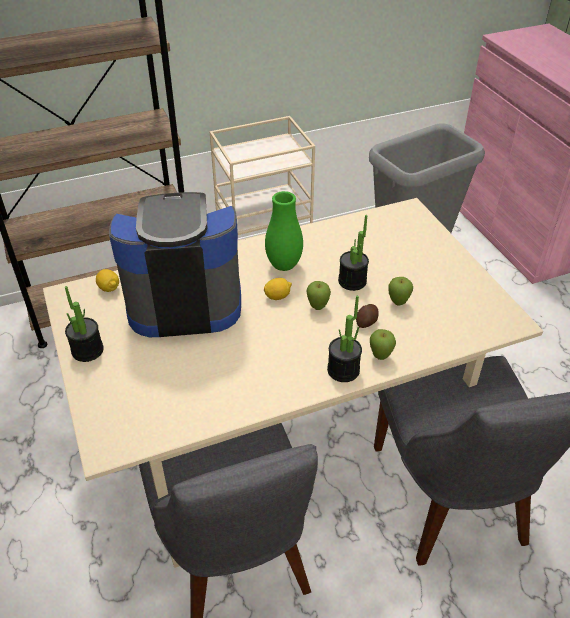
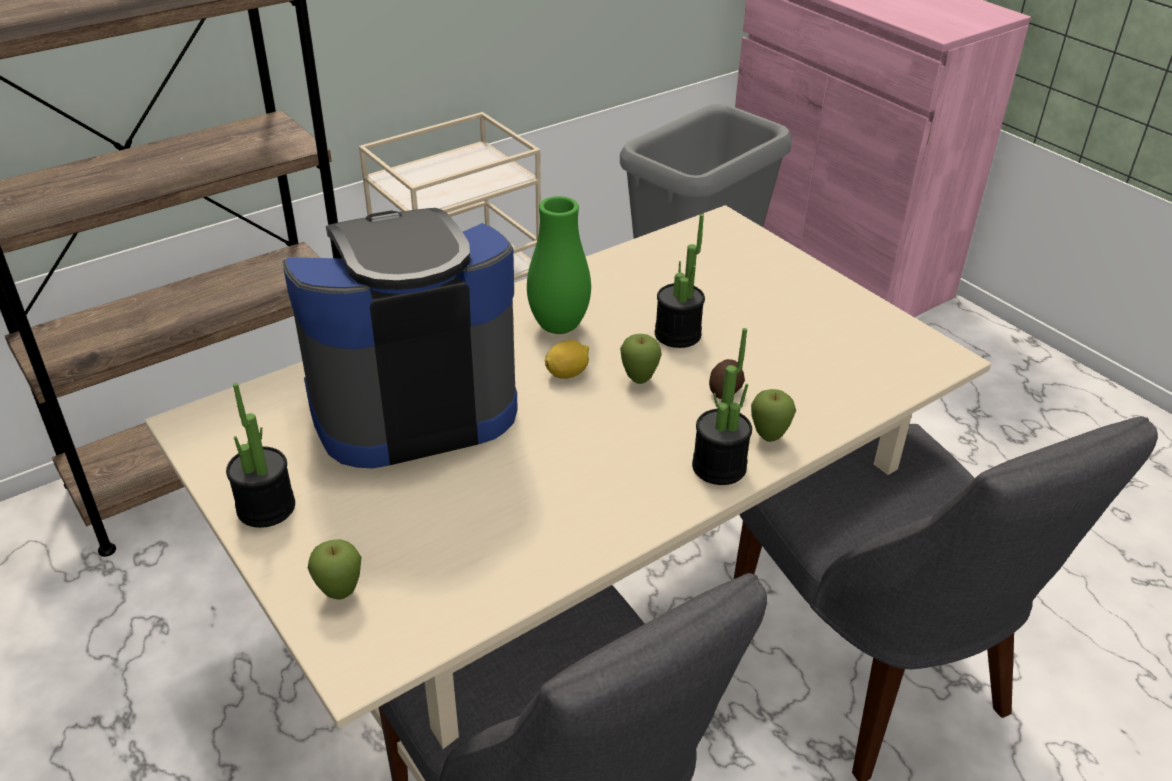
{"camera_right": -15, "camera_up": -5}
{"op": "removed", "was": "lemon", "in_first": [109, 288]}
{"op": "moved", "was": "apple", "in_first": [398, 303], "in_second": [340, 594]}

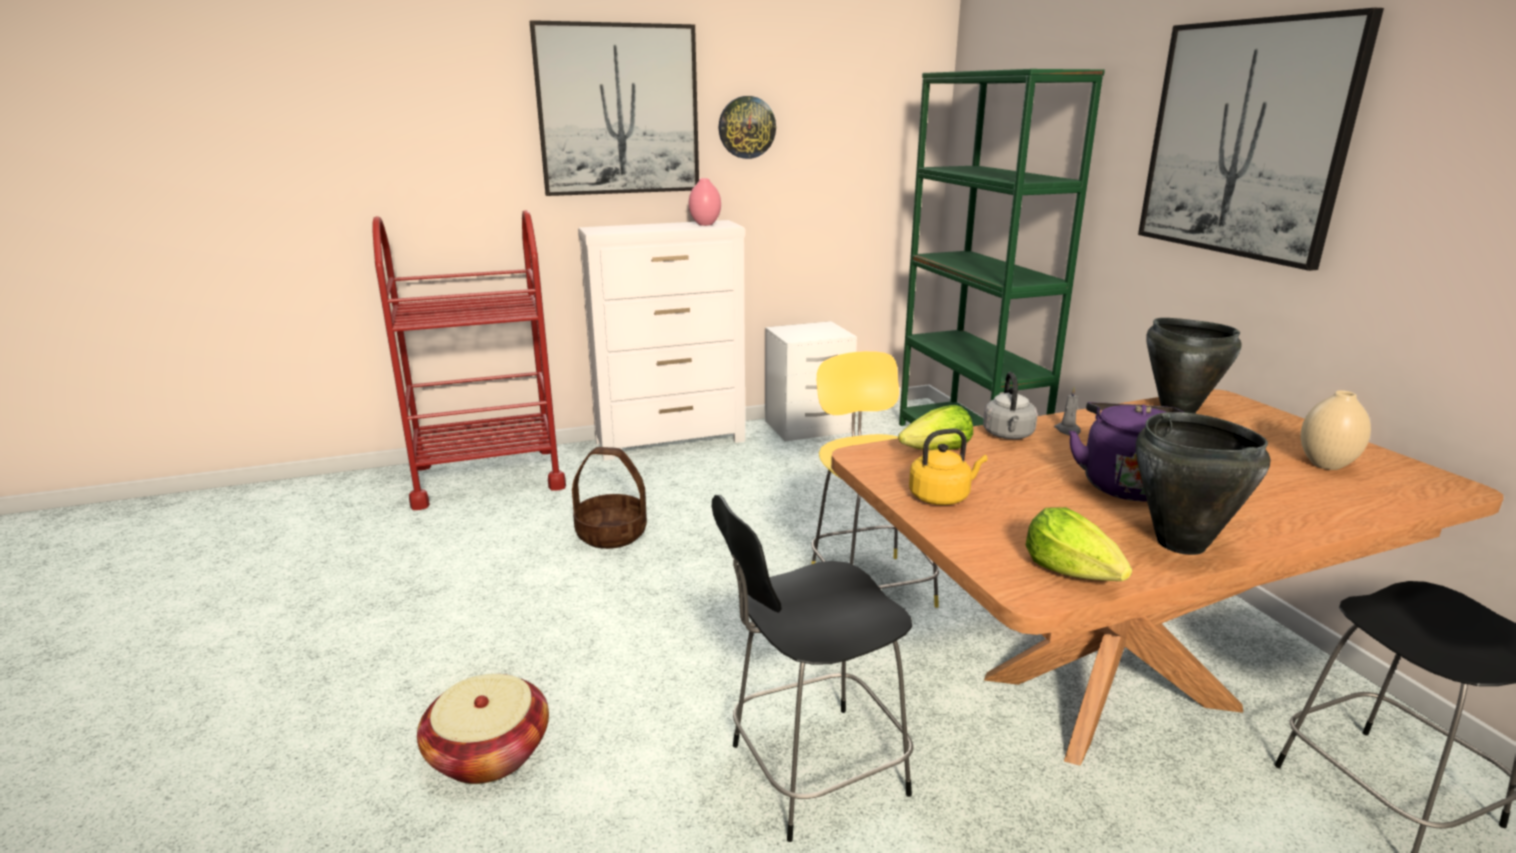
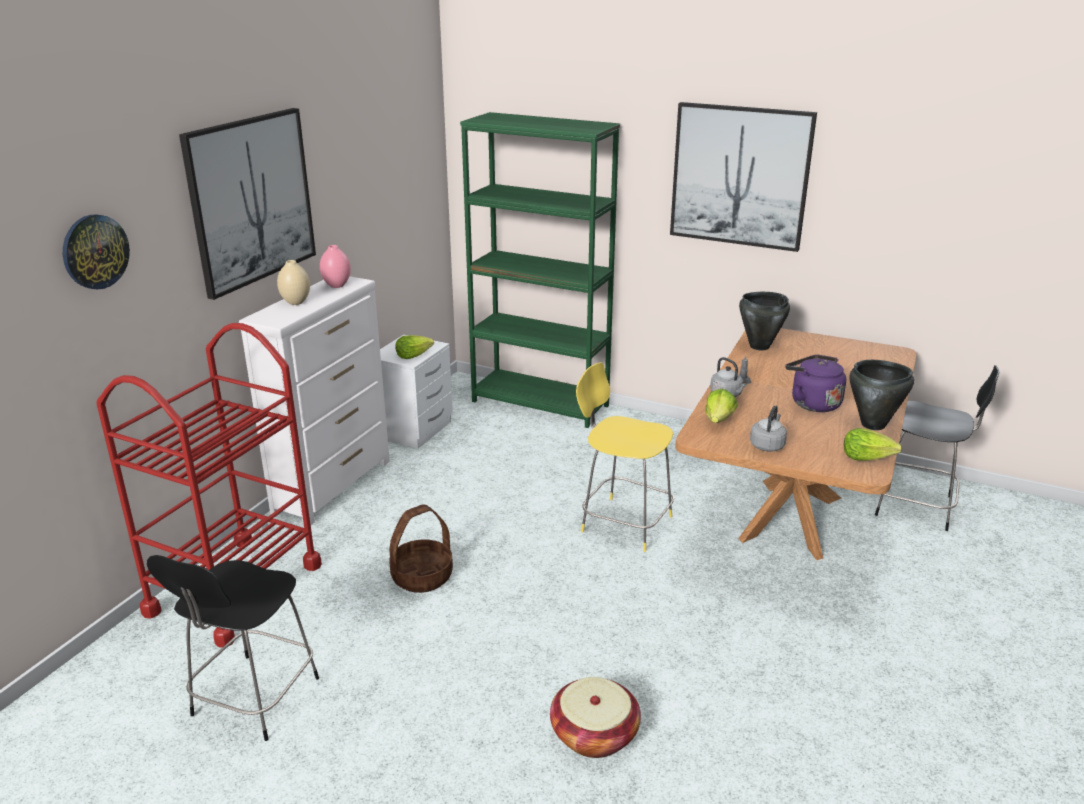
{"camera_right": -45, "camera_up": 5}
{"op": "added", "now": "lettuce", "in_second": [413, 355]}
{"op": "moved", "was": "black stool", "in_first": [812, 771], "in_second": [253, 699]}
{"op": "moved", "was": "wall clock", "in_first": [746, 127], "in_second": [95, 251]}
{"op": "moved", "was": "beige vase", "in_first": [1325, 464], "in_second": [296, 302]}
{"op": "recoloured", "was": "yellow kettle", "now": "grey kettle", "in_first": [942, 497], "in_second": [767, 445]}

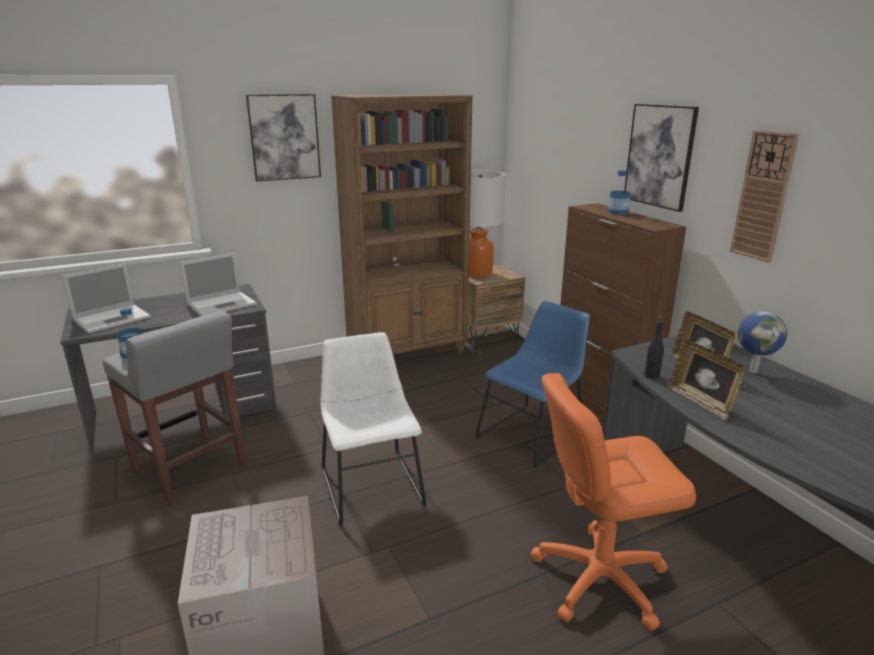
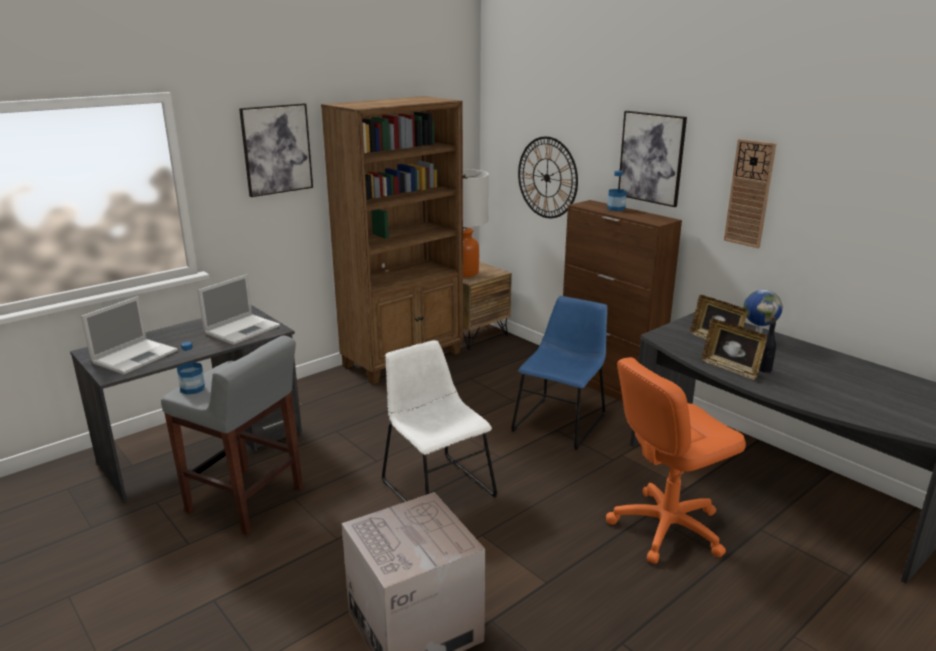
{"camera_right": -15, "camera_up": 0}
{"op": "added", "now": "wall clock", "in_second": [547, 177]}
{"op": "moved", "was": "black bottle", "in_first": [651, 376], "in_second": [764, 370]}

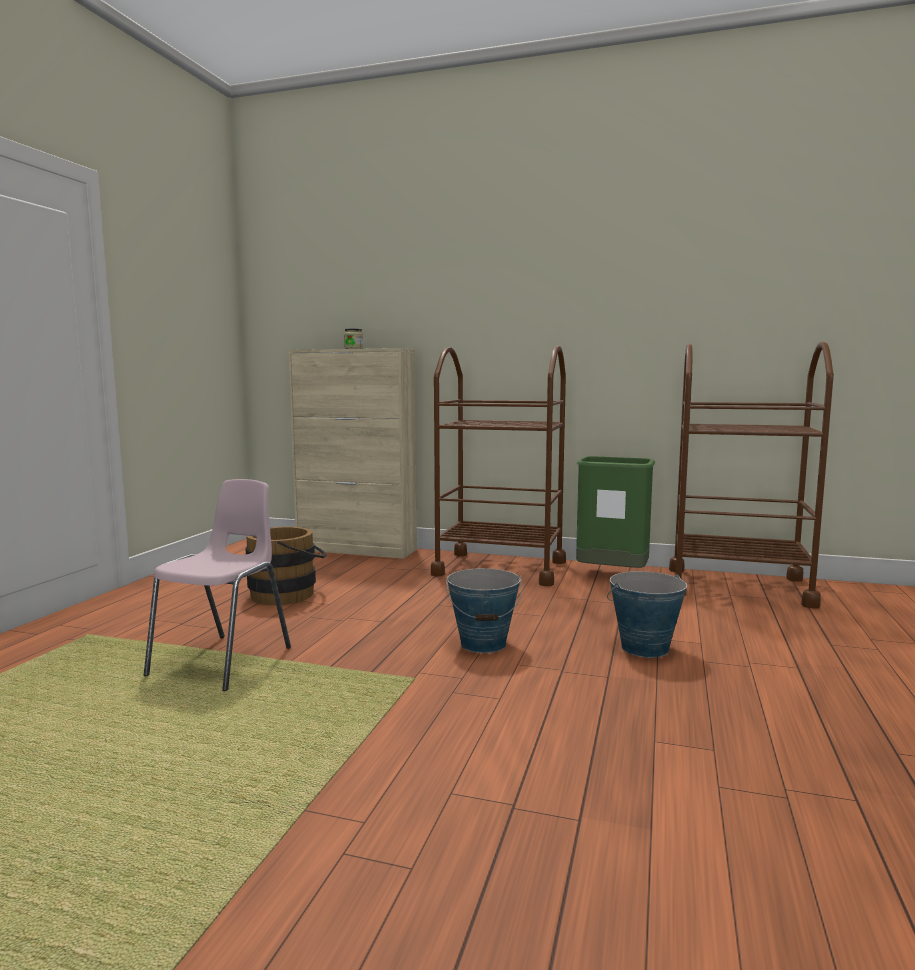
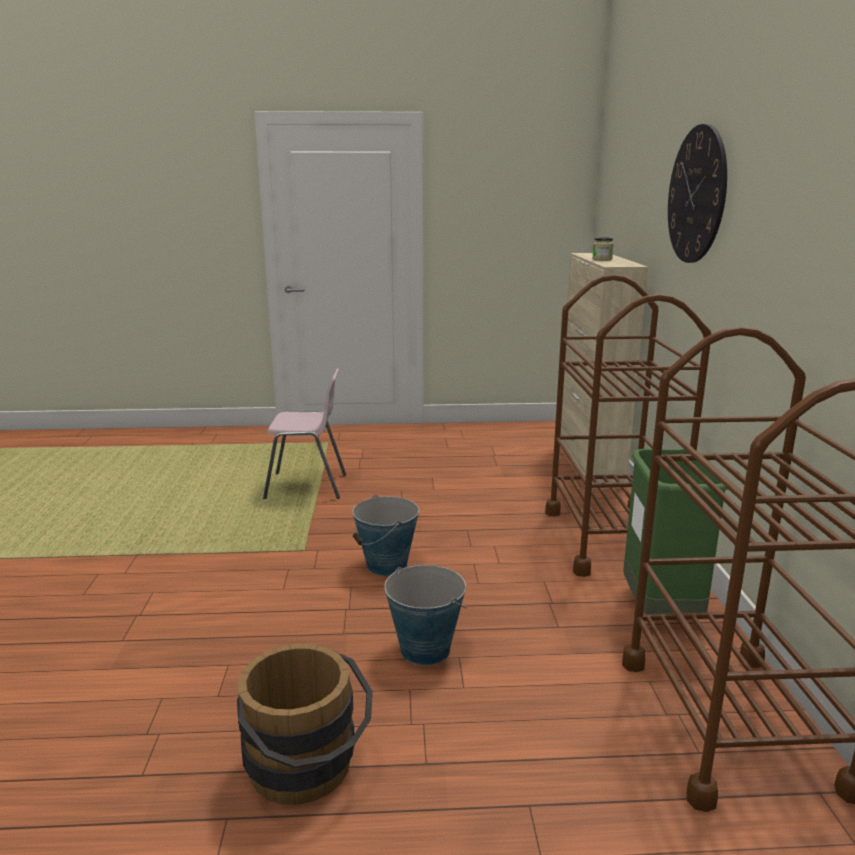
{"camera_right": 70, "camera_up": 10}
{"op": "added", "now": "wall clock", "in_second": [696, 195]}
{"op": "moved", "was": "brown bucket", "in_first": [289, 594], "in_second": [307, 770]}

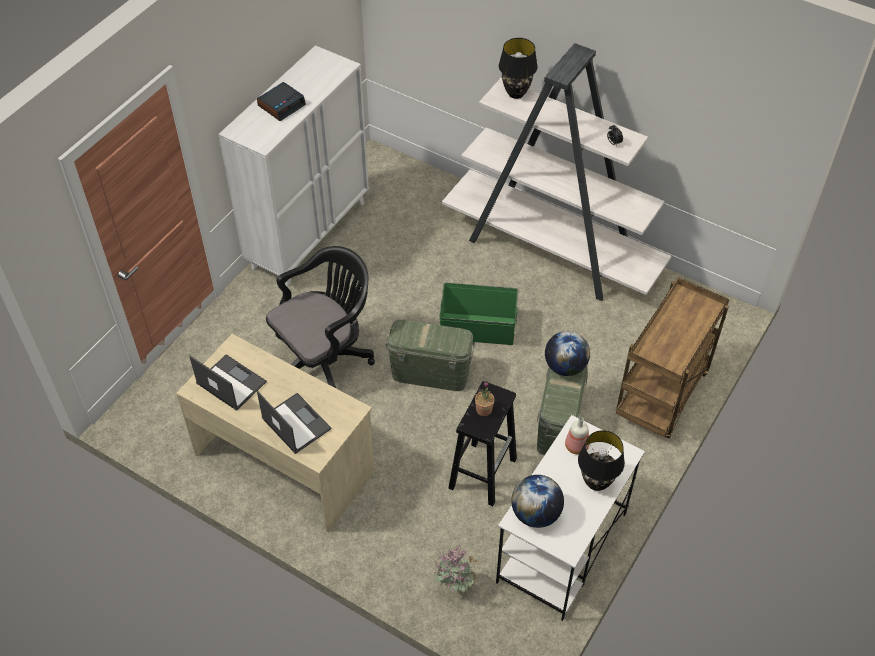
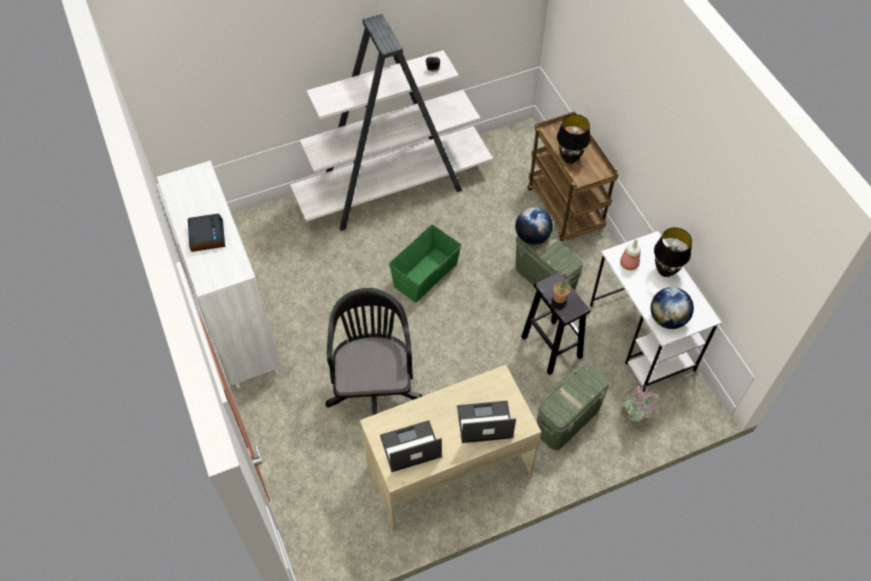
{"camera_right": -55, "camera_up": 5}
{"op": "moved", "was": "green storage box", "in_first": [430, 373], "in_second": [567, 420]}
{"op": "moved", "was": "black table lamp", "in_first": [516, 93], "in_second": [569, 158]}

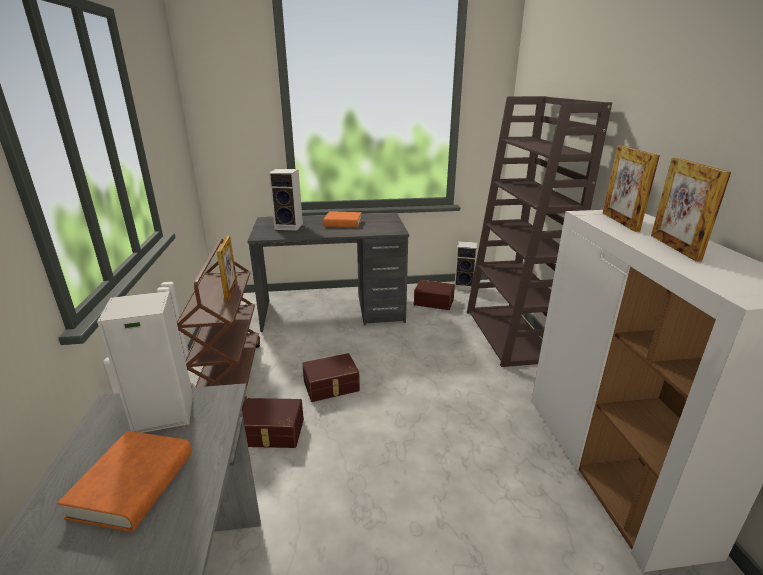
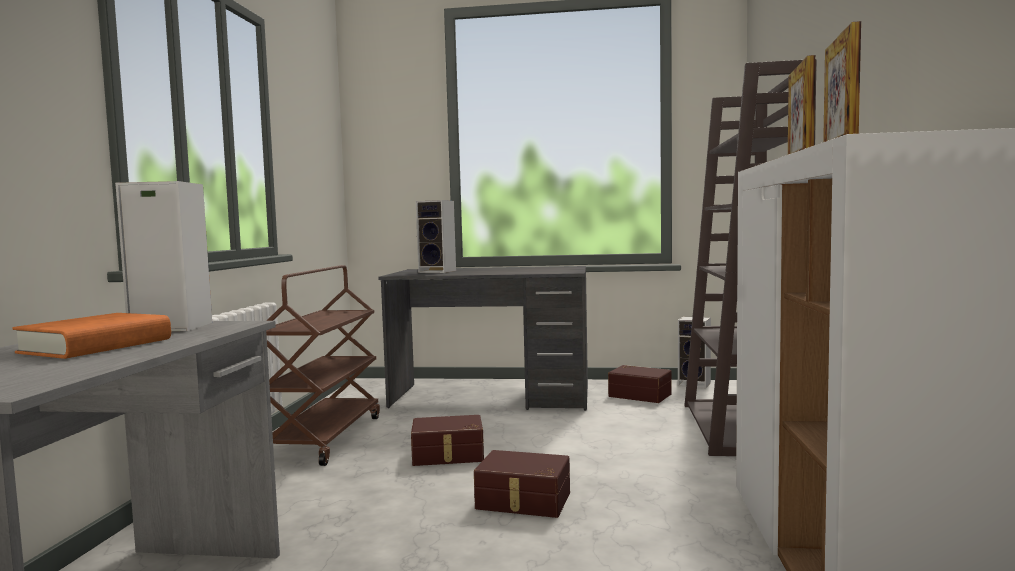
{"camera_right": 15, "camera_up": -20}
{"op": "removed", "was": "picture frame", "in_first": [231, 291]}
{"op": "removed", "was": "orange book", "in_first": [343, 223]}
{"op": "moved", "was": "brown storage box", "in_first": [272, 433], "in_second": [523, 501]}

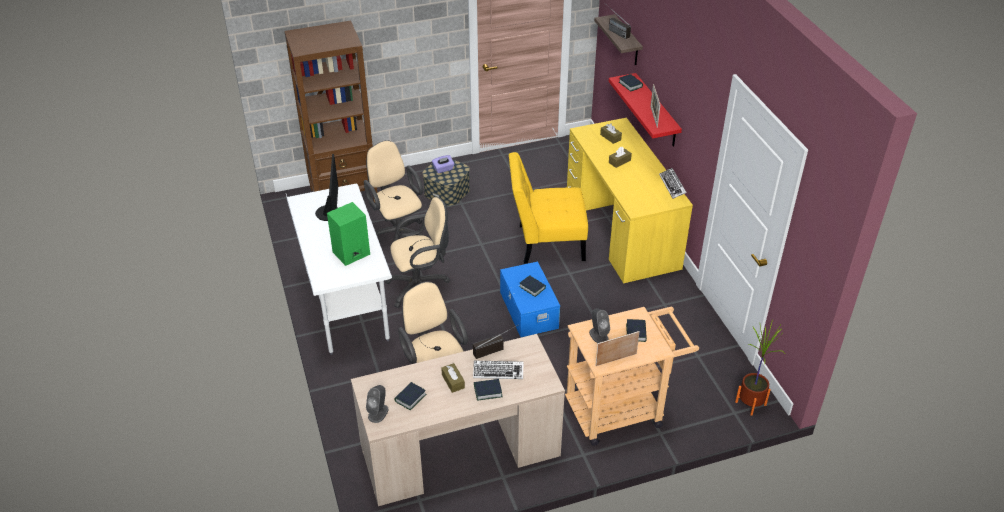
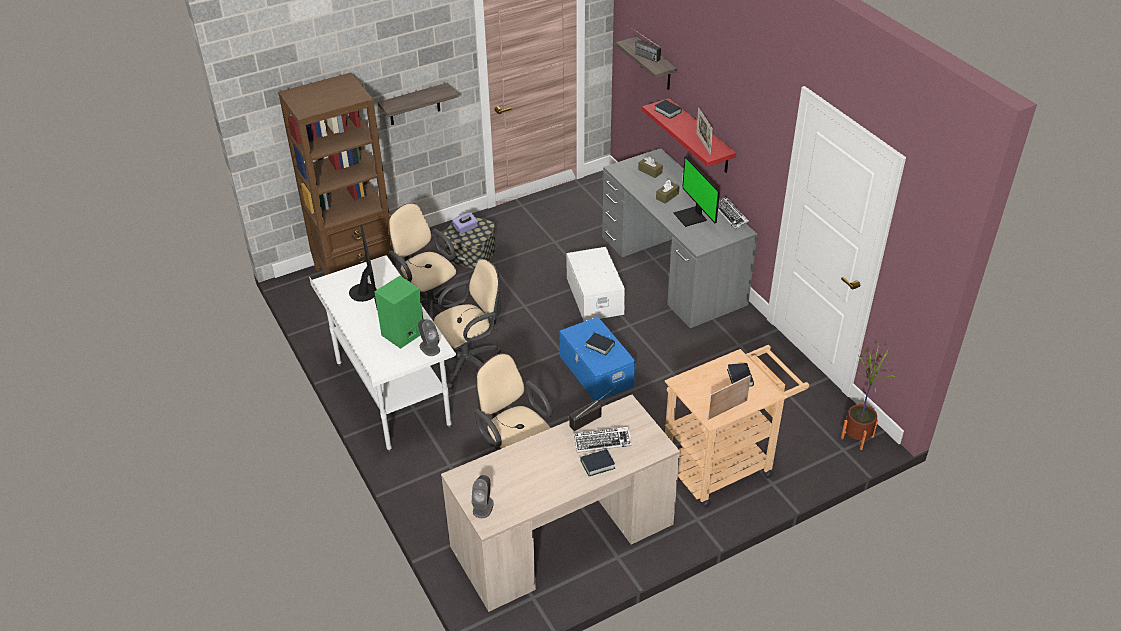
{"camera_right": -10, "camera_up": 0}
{"op": "removed", "was": "book", "in_first": [410, 398]}
{"op": "removed", "was": "brown tissue box", "in_first": [453, 381]}
{"op": "added", "now": "shelf", "in_second": [414, 104]}
{"op": "added", "now": "monitor", "in_second": [691, 217]}
{"op": "moved", "was": "grey speaker", "in_first": [598, 335], "in_second": [429, 347]}
{"op": "replaced", "was": "yellow chair", "now": "white storage box", "in_first": [546, 243], "in_second": [595, 295]}
{"op": "recoloured", "was": "yellow desk", "now": "grey desk", "in_first": [621, 229], "in_second": [672, 270]}

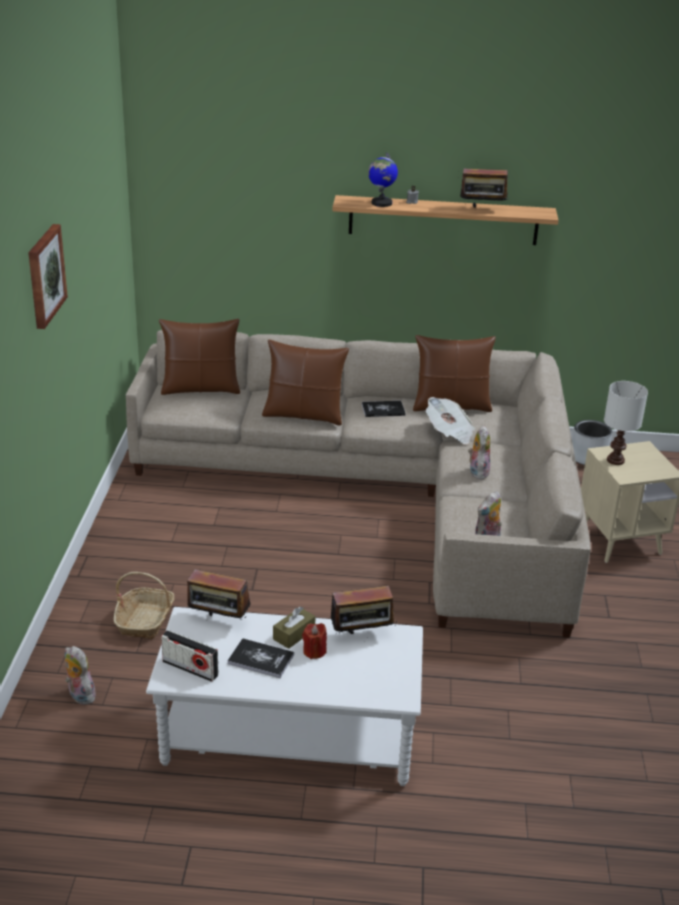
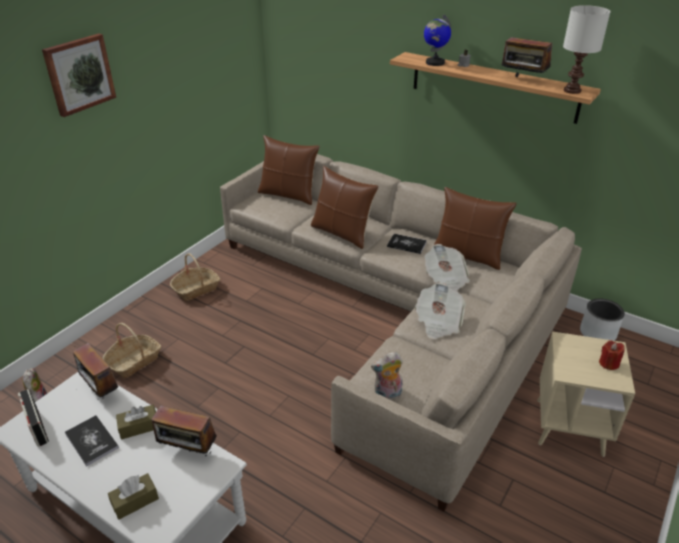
{"camera_right": 30, "camera_up": 5}
{"op": "added", "now": "brown tissue box", "in_second": [135, 501]}
{"op": "added", "now": "basket", "in_second": [196, 289]}
{"op": "moved", "was": "red candle", "in_first": [314, 651], "in_second": [608, 363]}
{"op": "moved", "was": "white table lamp", "in_first": [615, 460], "in_second": [572, 91]}
{"op": "replaced", "was": "plush toy", "now": "newspaper", "in_first": [477, 471], "in_second": [438, 322]}

